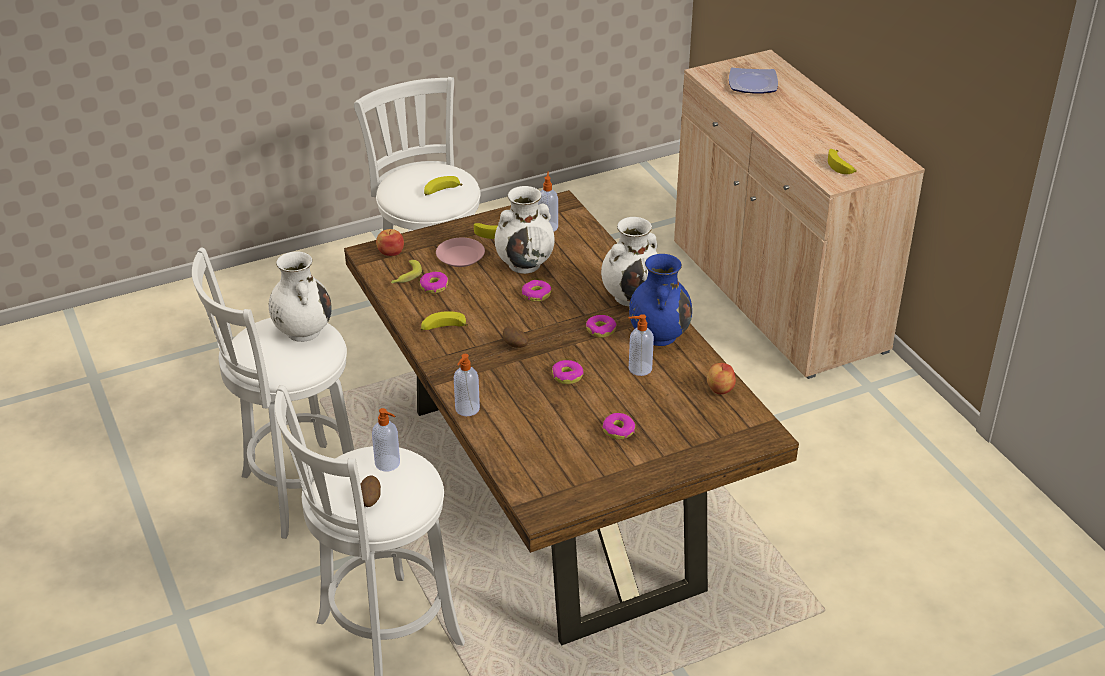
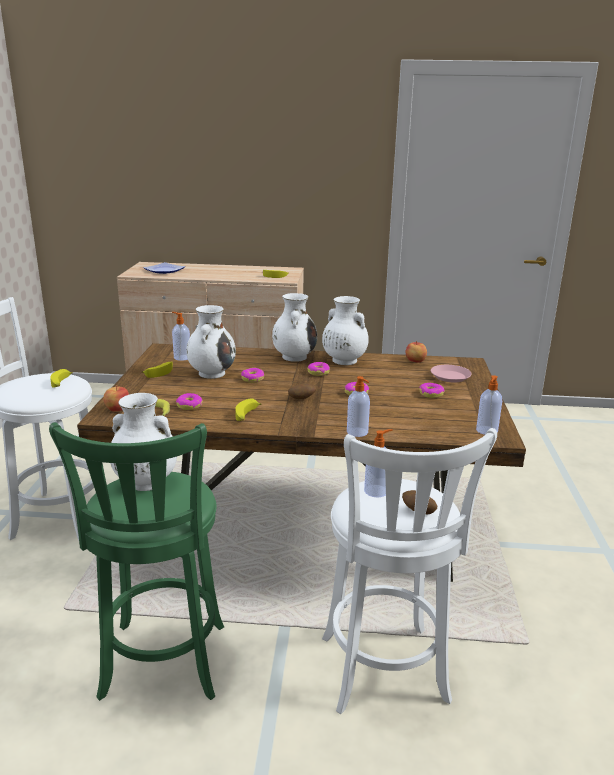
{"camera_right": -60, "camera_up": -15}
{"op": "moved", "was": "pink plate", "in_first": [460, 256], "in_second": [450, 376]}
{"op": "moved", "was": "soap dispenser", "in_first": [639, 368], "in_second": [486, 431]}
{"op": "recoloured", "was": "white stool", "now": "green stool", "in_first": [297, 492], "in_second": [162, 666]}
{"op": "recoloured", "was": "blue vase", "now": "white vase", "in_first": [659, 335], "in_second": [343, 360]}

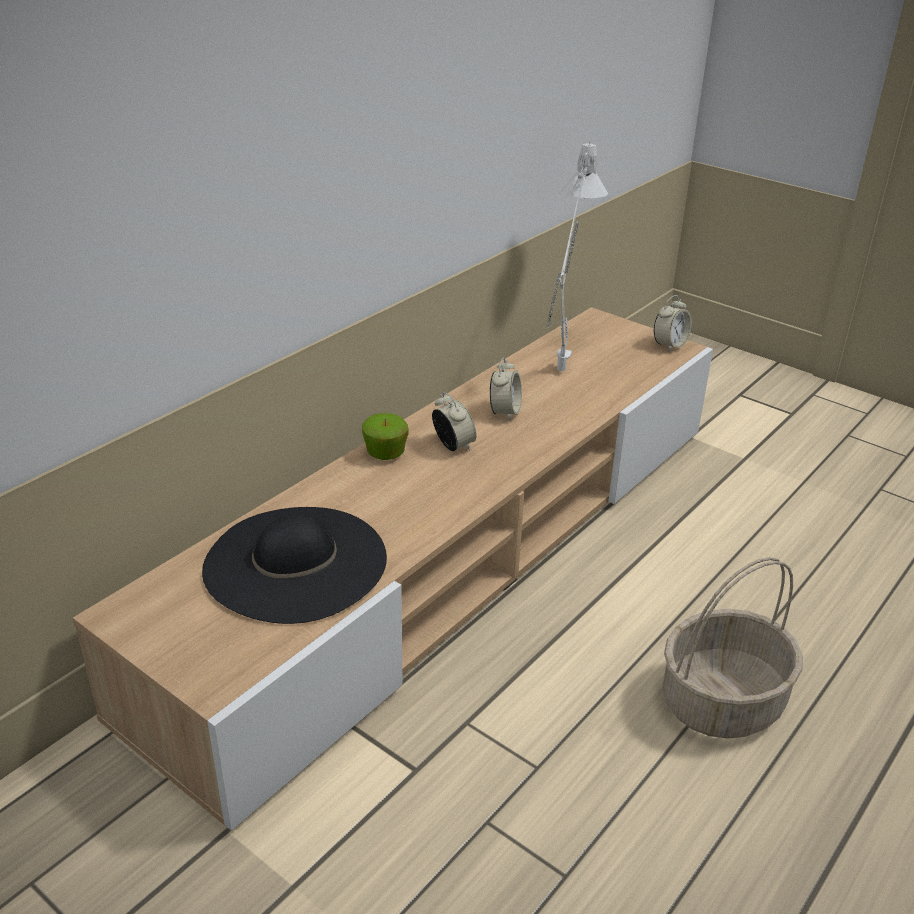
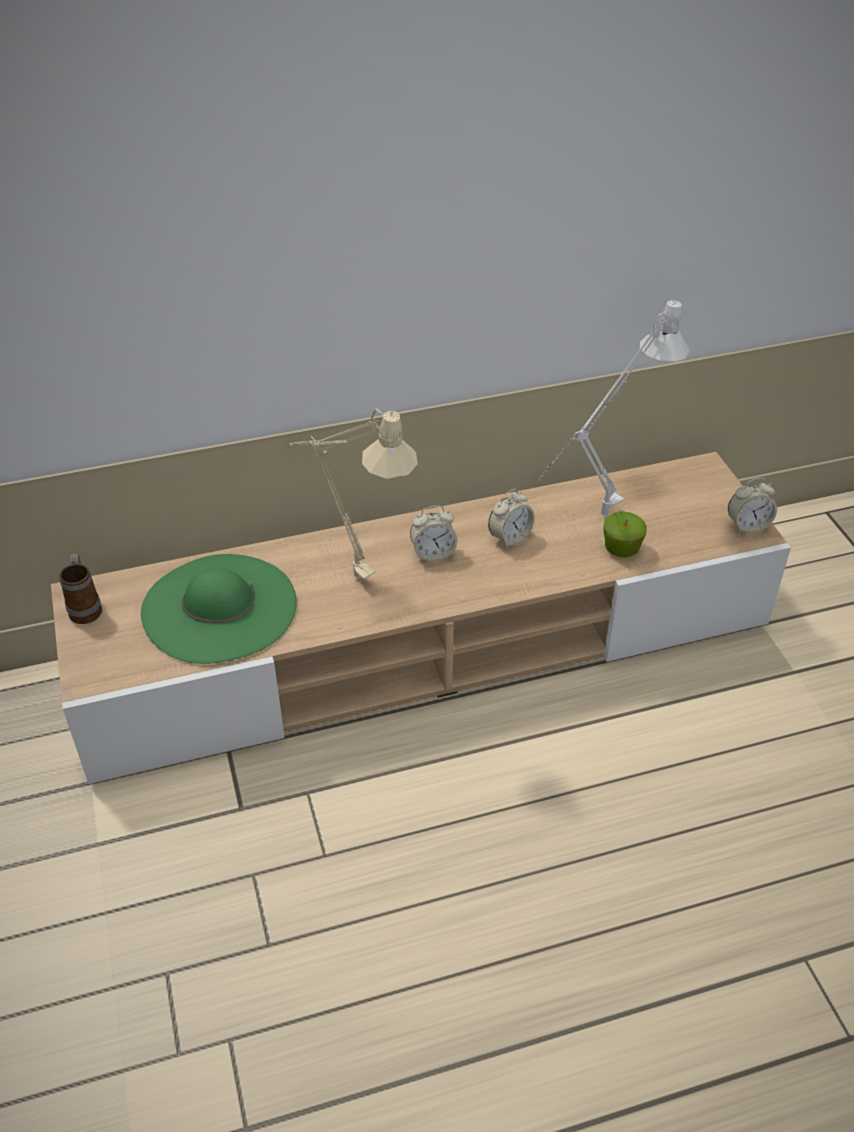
{"camera_right": 35, "camera_up": 10}
{"op": "removed", "was": "basket", "in_first": [722, 701]}
{"op": "added", "now": "mug", "in_second": [86, 607]}
{"op": "added", "now": "beige table lamp", "in_second": [350, 571]}
{"op": "moved", "was": "apple", "in_first": [385, 453], "in_second": [621, 548]}
{"op": "recoloured", "was": "black hat", "now": "green hat", "in_first": [295, 562], "in_second": [219, 608]}
{"op": "turned", "was": "alarm clock", "in_first": [453, 446], "in_second": [433, 554], "clockwise": 75}

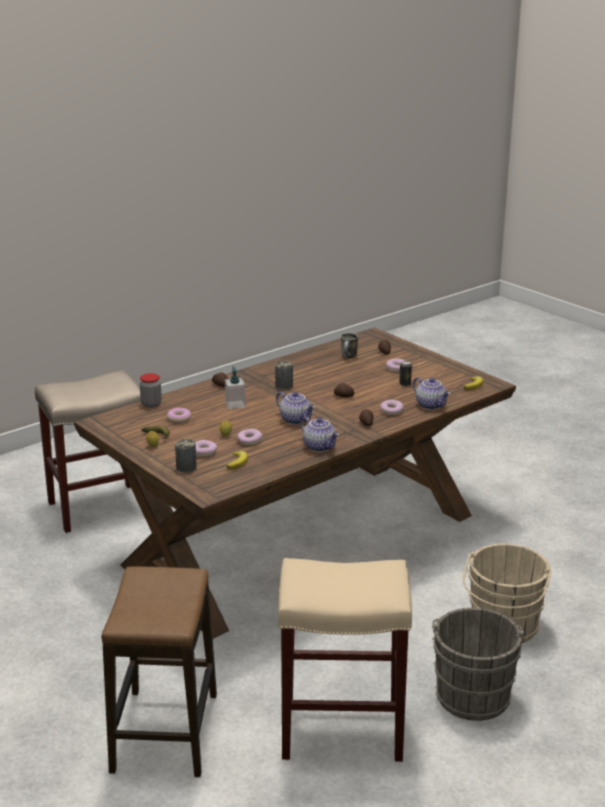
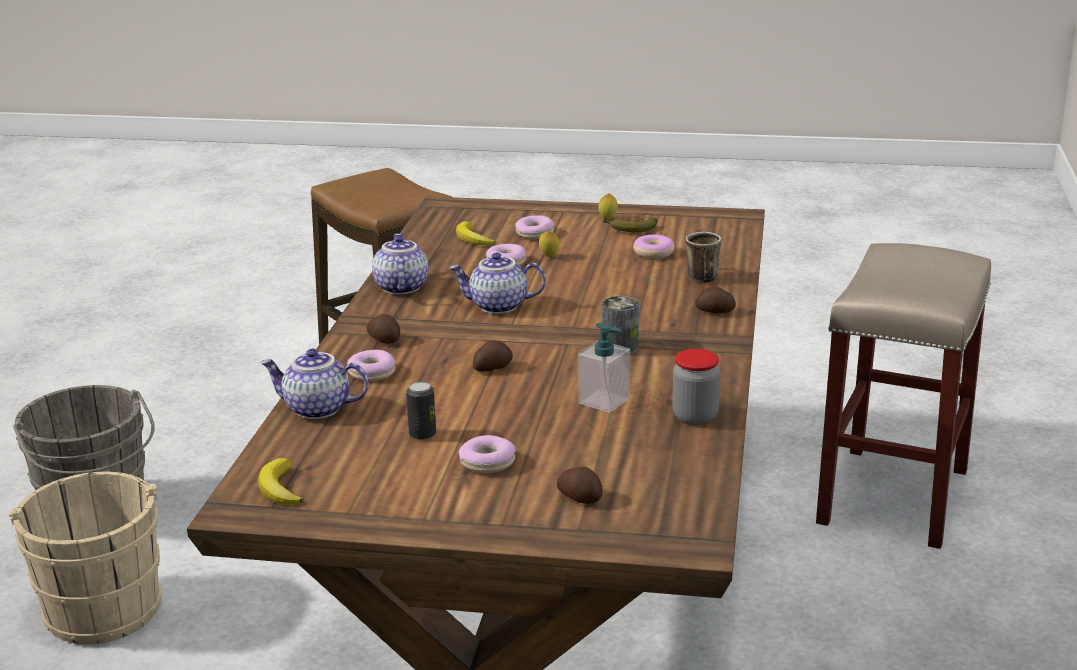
{"camera_right": 140, "camera_up": 0}
{"op": "removed", "was": "can", "in_first": [186, 467]}
{"op": "removed", "was": "beige stool", "in_first": [340, 730]}
{"op": "moved", "was": "jar", "in_first": [151, 404], "in_second": [695, 417]}
{"op": "moved", "was": "soap dispenser", "in_first": [235, 404], "in_second": [604, 401]}
{"op": "moved", "was": "mug", "in_first": [349, 357], "in_second": [698, 276]}
{"op": "turned", "was": "teapot", "in_first": [320, 447], "in_second": [400, 287], "clockwise": 75}

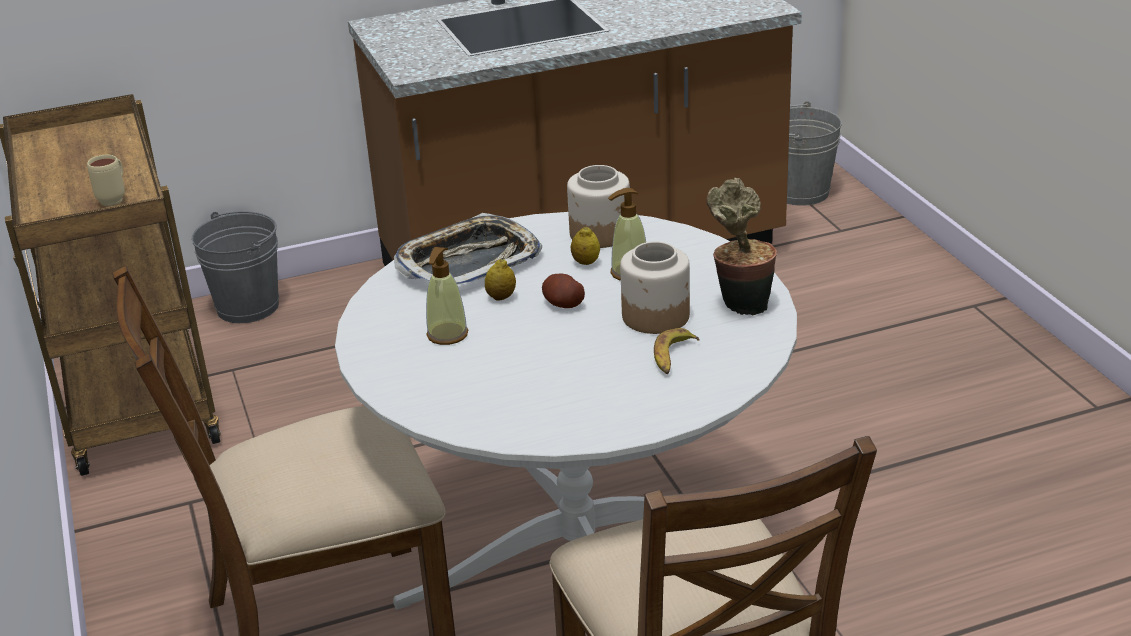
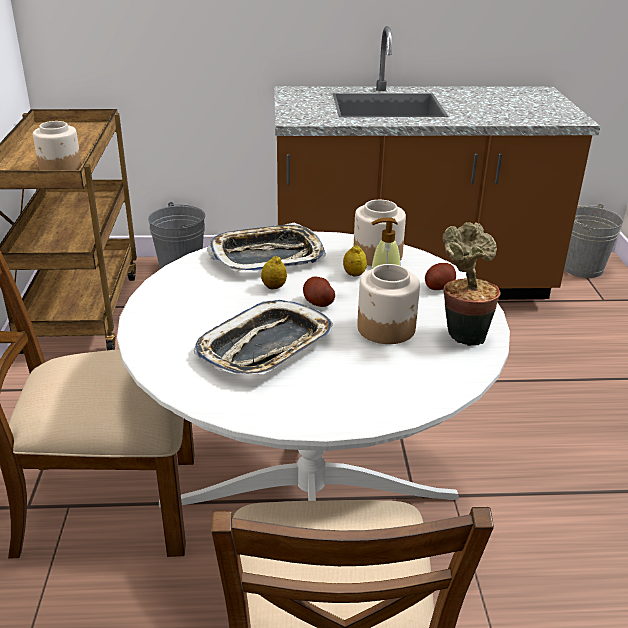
{"camera_right": 15, "camera_up": 0}
{"op": "removed", "was": "soap dispenser", "in_first": [447, 335]}
{"op": "removed", "was": "banana", "in_first": [673, 357]}
{"op": "added", "now": "tray", "in_second": [265, 347]}
{"op": "added", "now": "potato", "in_second": [438, 287]}
{"op": "replaced", "was": "beige mug", "now": "jar", "in_first": [115, 199], "in_second": [60, 168]}

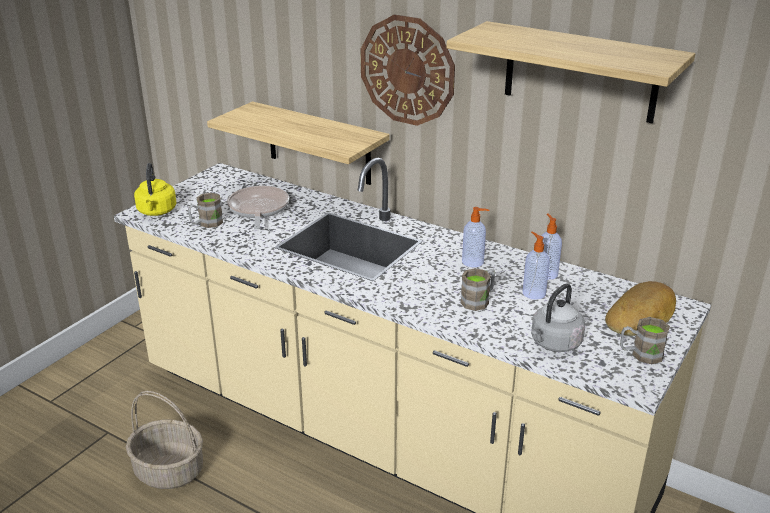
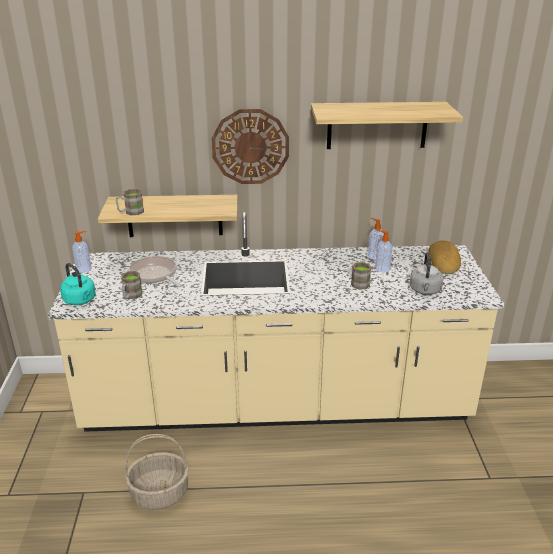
{"camera_right": -35, "camera_up": 0}
{"op": "moved", "was": "soap dispenser", "in_first": [473, 262], "in_second": [84, 269]}
{"op": "moved", "was": "brown mug", "in_first": [640, 354], "in_second": [131, 212]}
{"op": "recoloured", "was": "yellow kettle", "now": "turquoise kettle", "in_first": [156, 212], "in_second": [80, 300]}

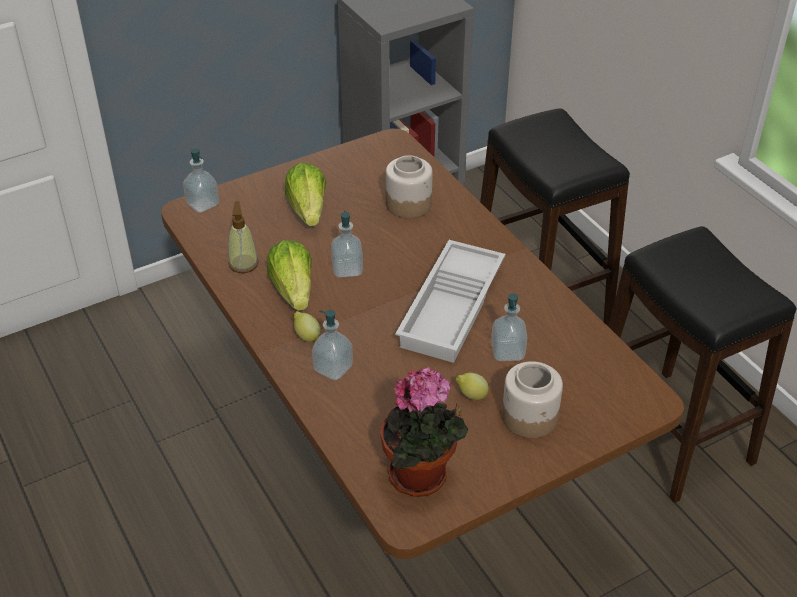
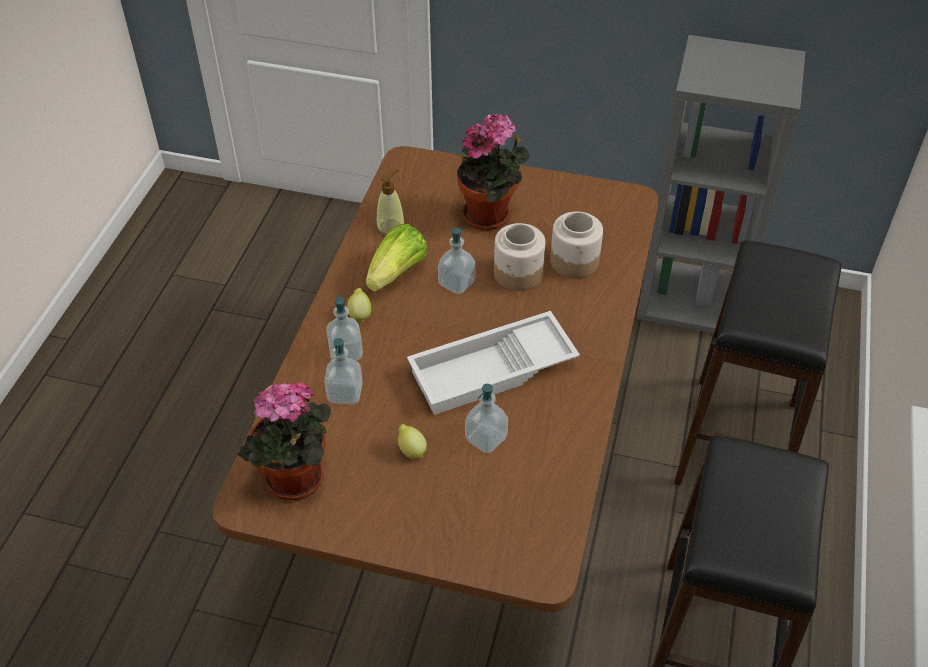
{"camera_right": 45, "camera_up": 5}
{"op": "moved", "was": "soap dispenser", "in_first": [203, 204], "in_second": [345, 393]}
{"op": "moved", "was": "jar", "in_first": [530, 417], "in_second": [518, 274]}
{"op": "replaced", "was": "lettuce", "now": "potted plant", "in_first": [308, 210], "in_second": [490, 216]}

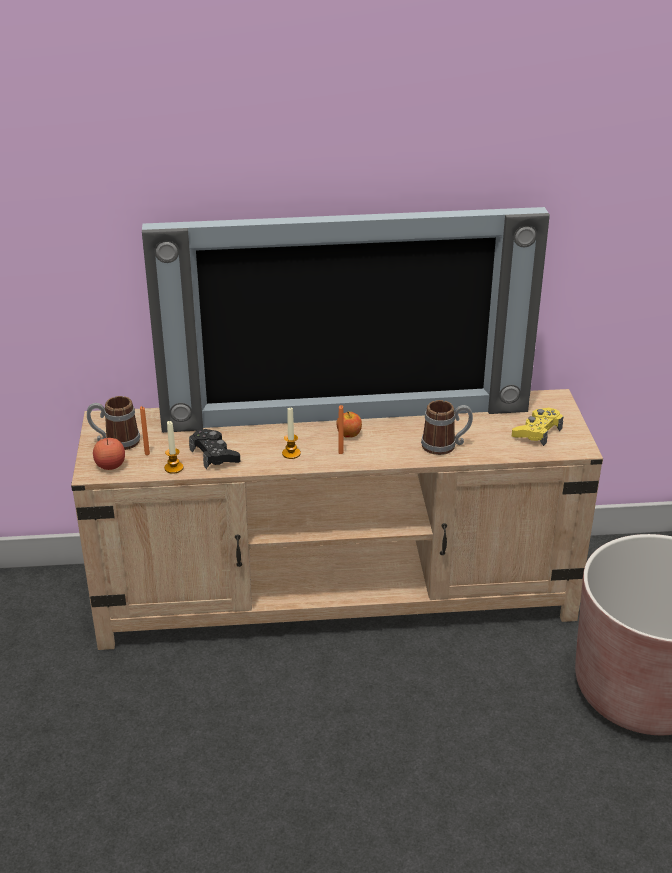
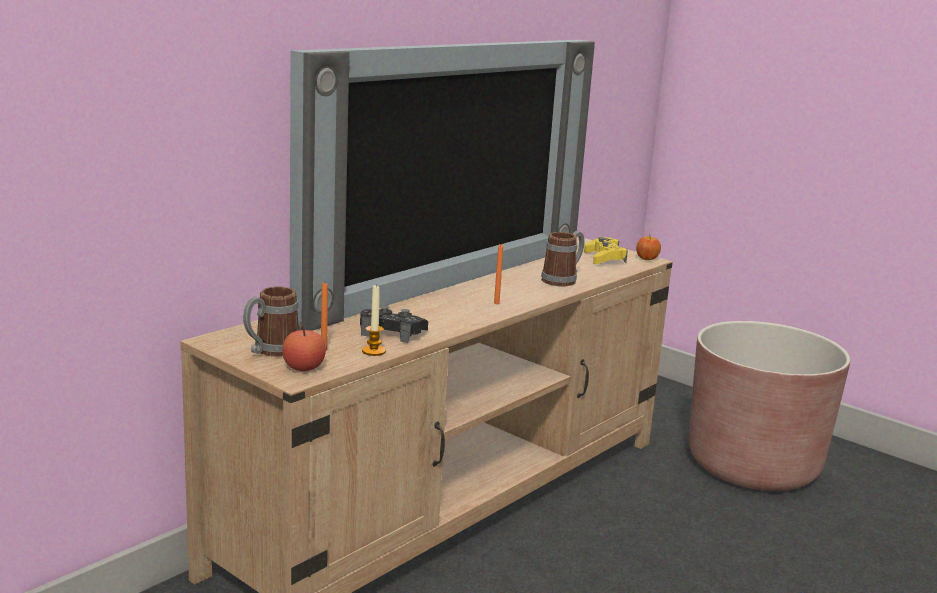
{"camera_right": -45, "camera_up": -15}
{"op": "removed", "was": "candle", "in_first": [291, 453]}
{"op": "moved", "was": "apple", "in_first": [349, 434], "in_second": [647, 258]}

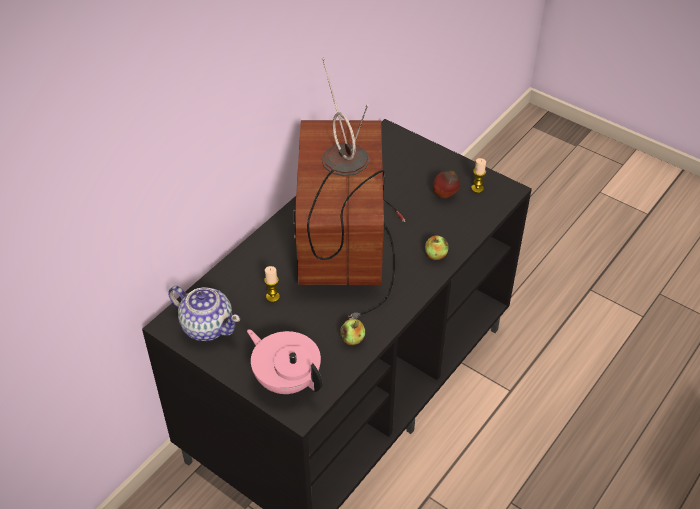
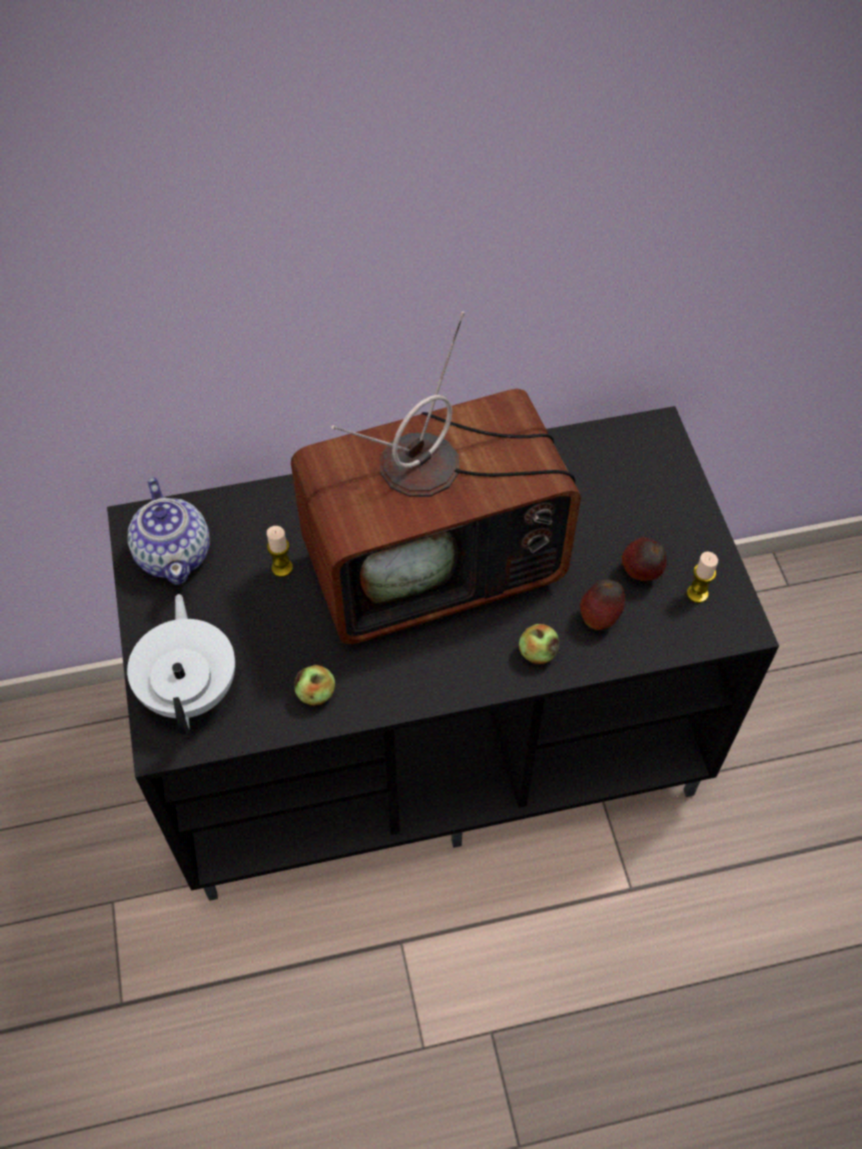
{"camera_right": 40, "camera_up": 10}
{"op": "added", "now": "apple", "in_second": [599, 618]}
{"op": "recoloured", "was": "pink teapot", "now": "white teapot", "in_first": [287, 379], "in_second": [191, 689]}
{"op": "turned", "was": "television", "in_first": [347, 245], "in_second": [438, 559], "clockwise": -150}

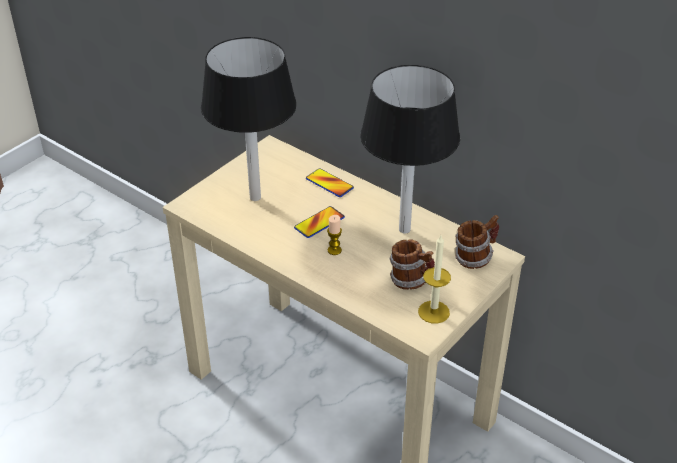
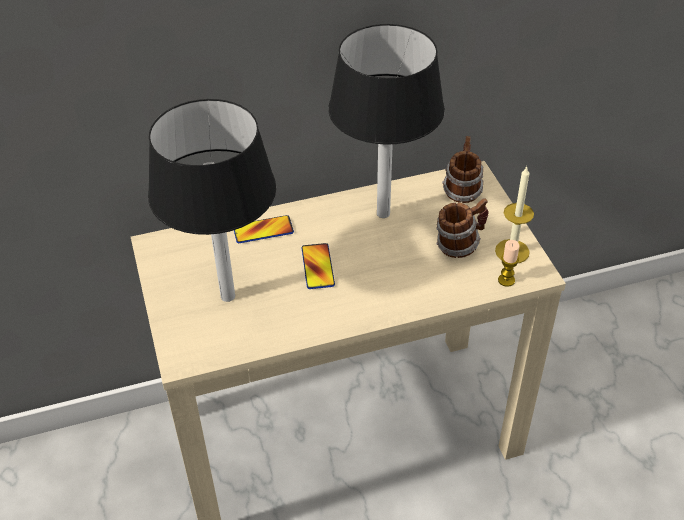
{"camera_right": -55, "camera_up": 5}
{"op": "moved", "was": "candle", "in_first": [334, 250], "in_second": [506, 280]}

